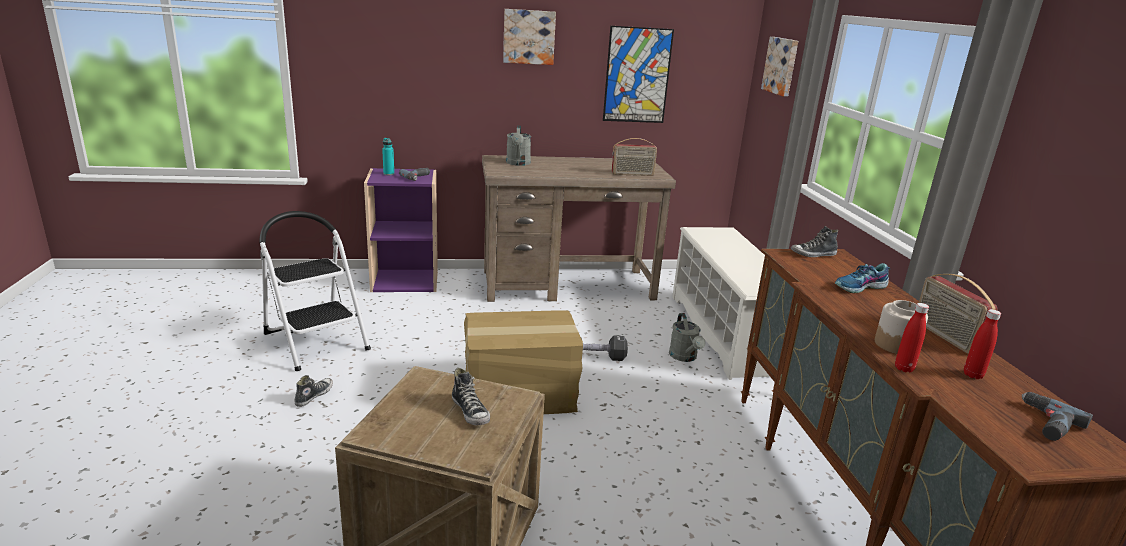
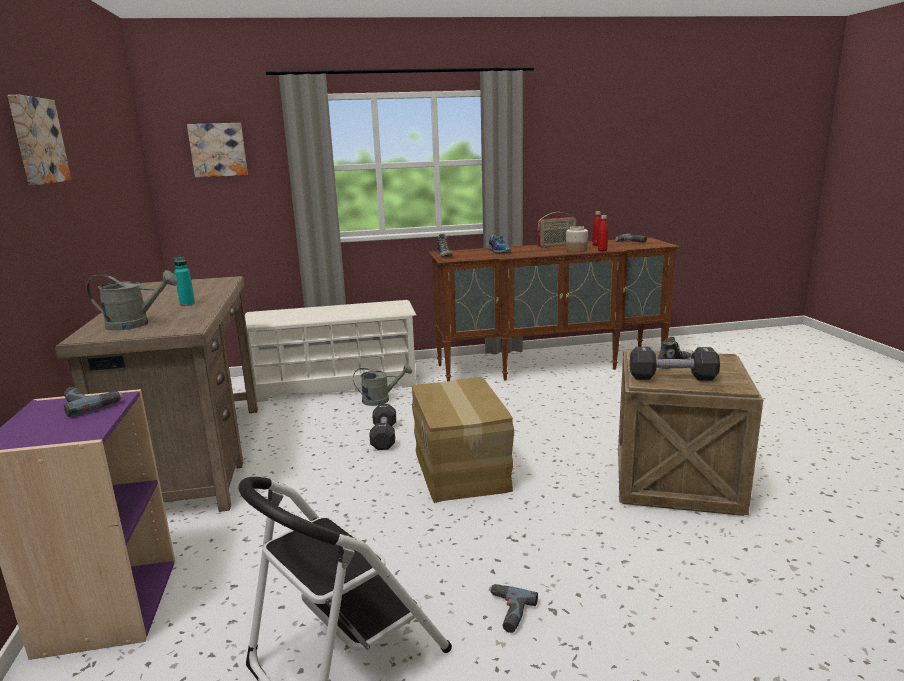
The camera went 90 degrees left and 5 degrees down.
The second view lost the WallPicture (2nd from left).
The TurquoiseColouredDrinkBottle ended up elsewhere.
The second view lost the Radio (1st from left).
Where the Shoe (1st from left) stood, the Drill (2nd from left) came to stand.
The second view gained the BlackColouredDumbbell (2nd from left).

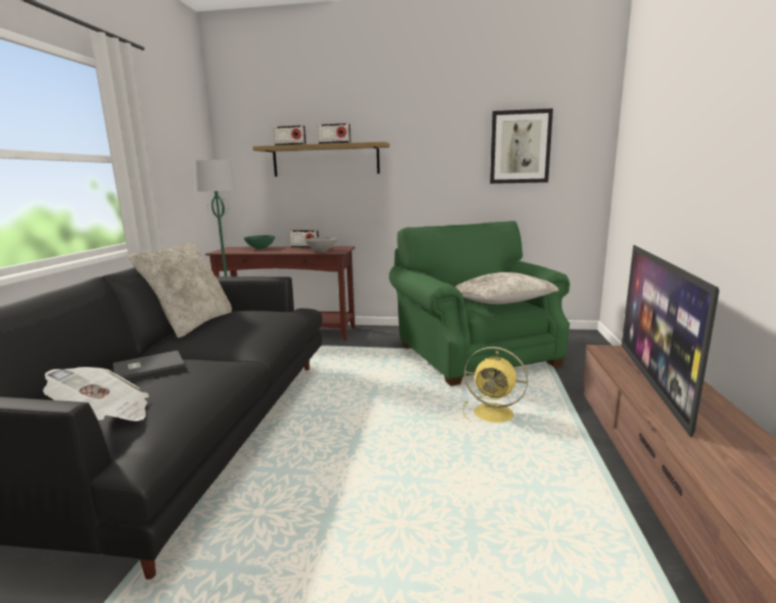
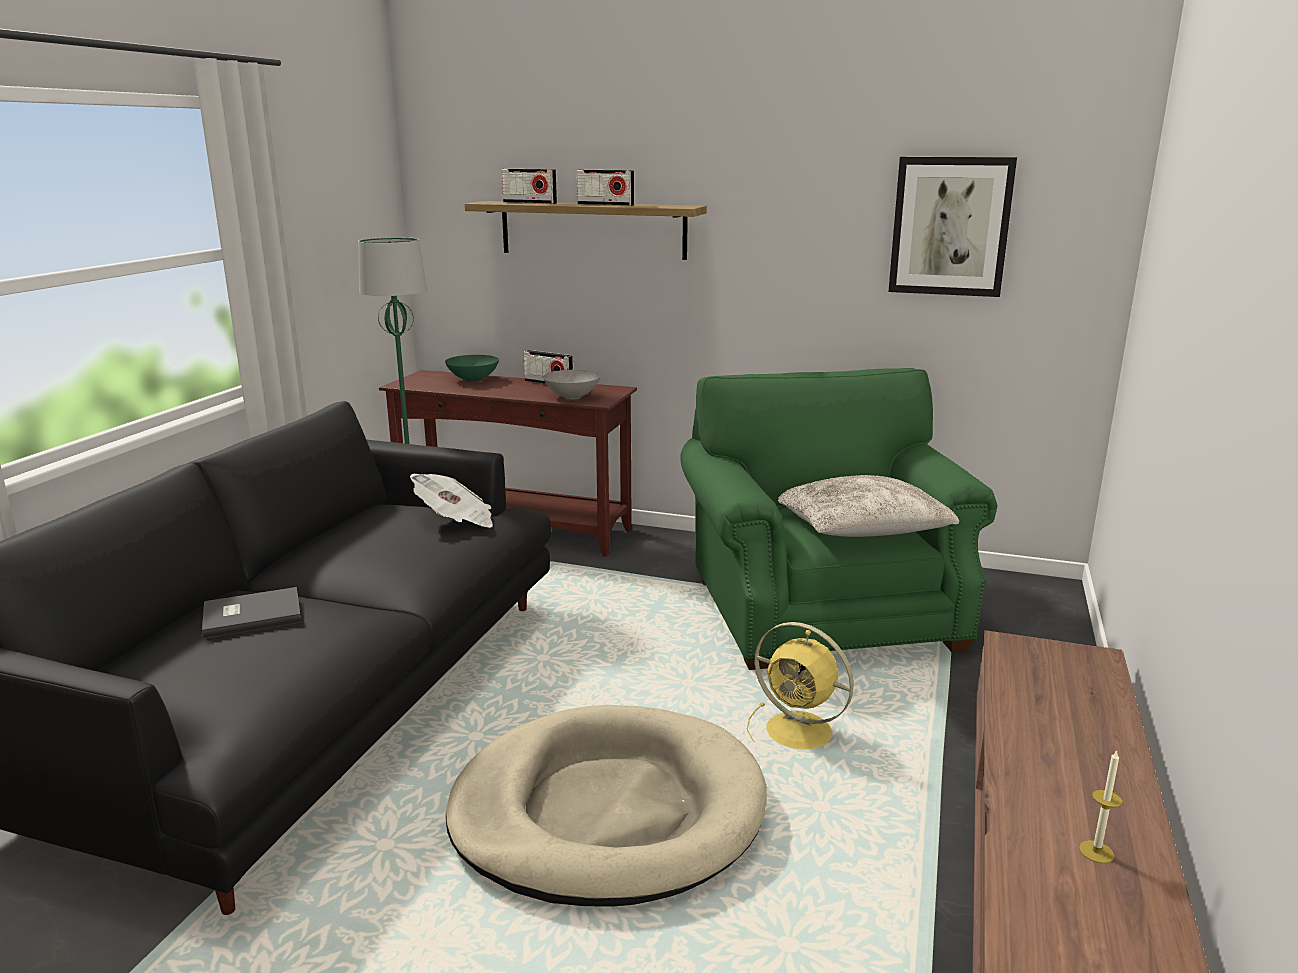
The camera went 10 degrees right and 5 degrees up.
The second view lost the BeigeColouredCushion (1st from left).
The second view lost the Tv.
The PrintedPaper ended up elsewhere.
The second view gained the BeigeColouredDogBed.
The second view gained the WaxCandle.

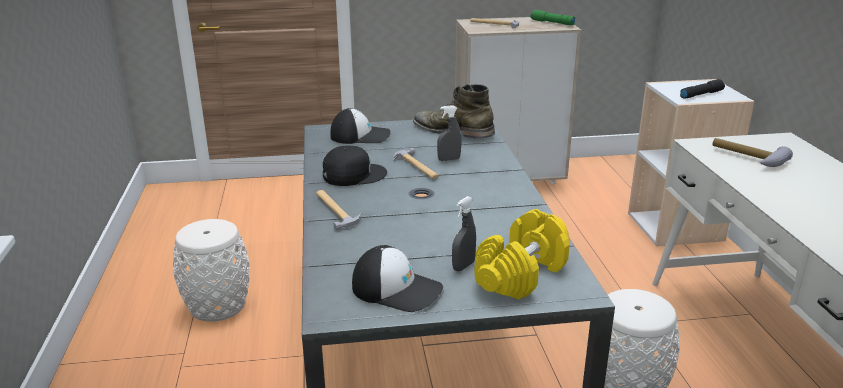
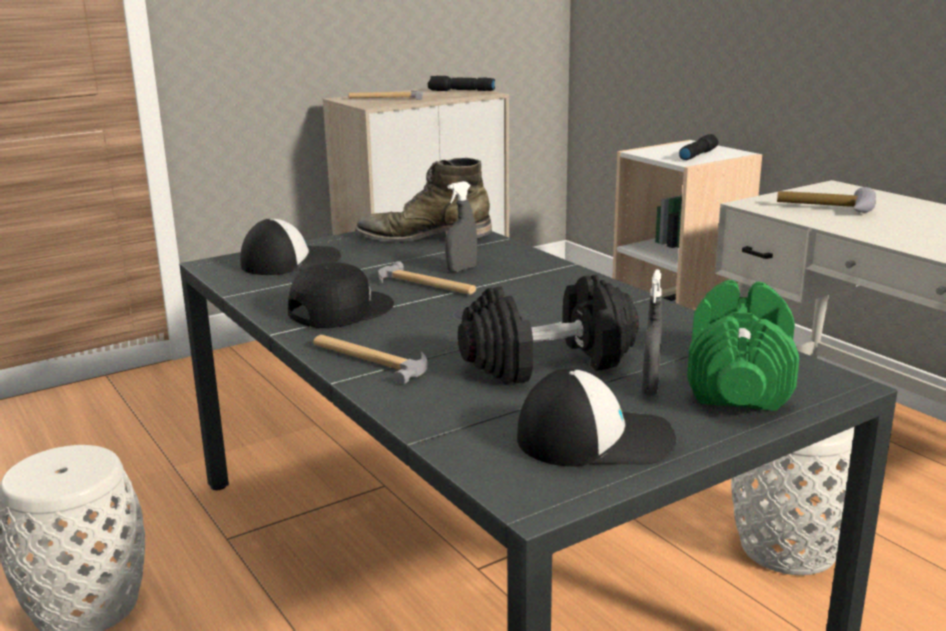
The camera went 25 degrees left and 5 degrees down.
What was the GreenColouredHandTorch turned into the BlackColouredHandTorch (1st from left).
What was the YellowColouredDumbbell turned into the GreenColouredDumbbell.
The second view gained the BlackColouredDumbbell.

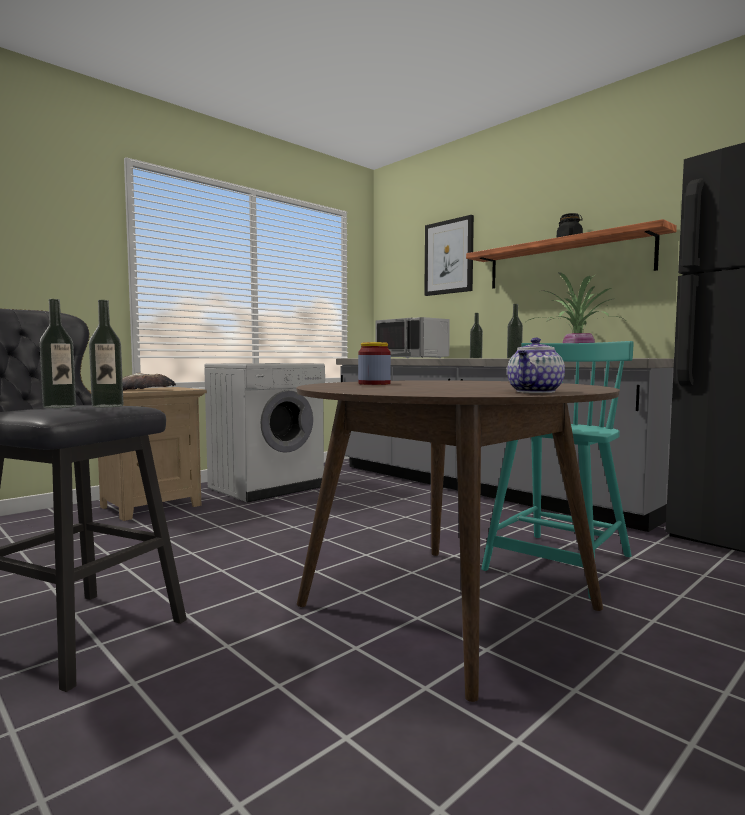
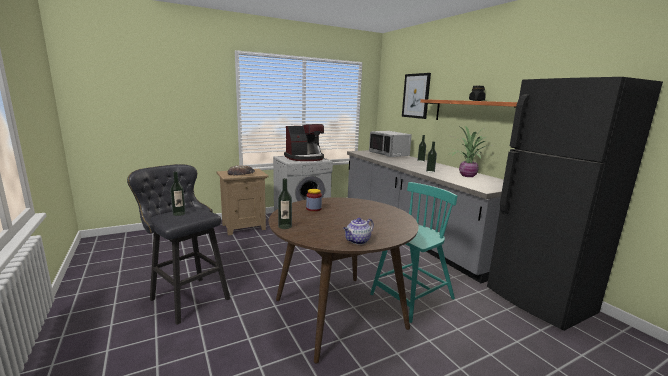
The camera went 15 degrees right and 10 degrees up.
The DrinkBottle (2nd from left) ended up elsewhere.
The second view gained the CoffeeMaker.

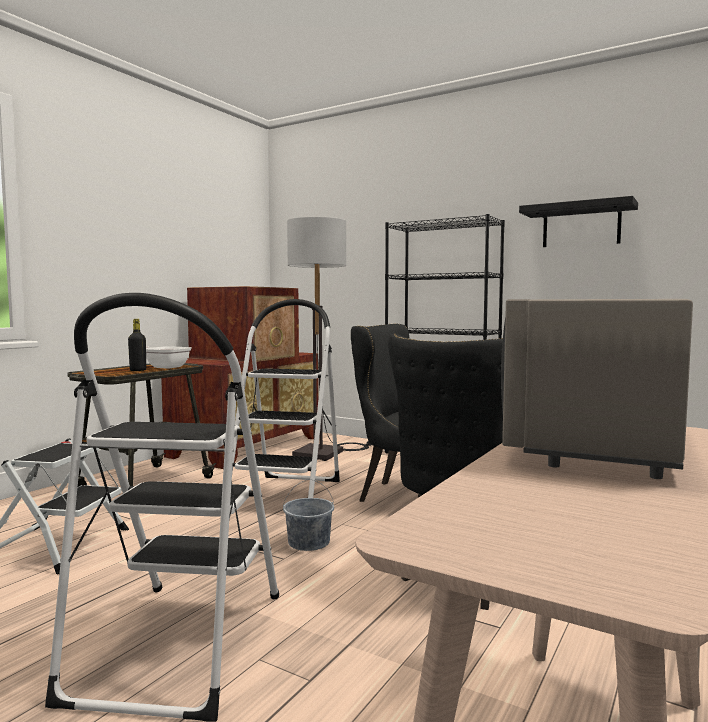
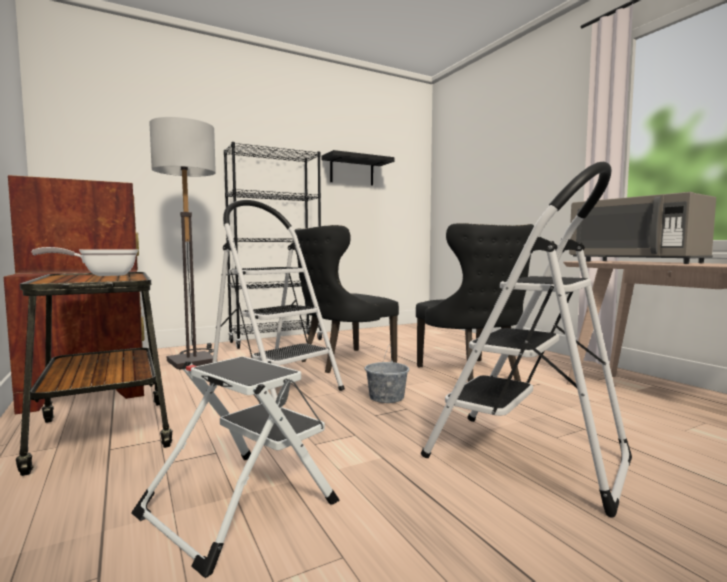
The camera went 60 degrees left and 0 degrees up.
The second view lost the BlackColouredDrinkBottle.

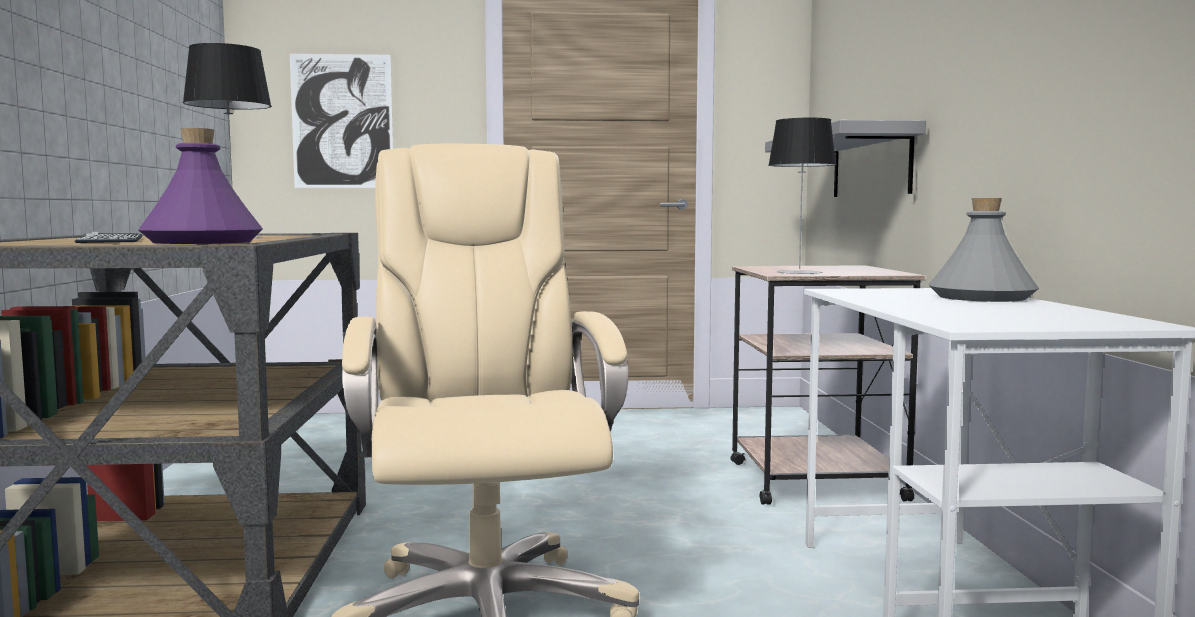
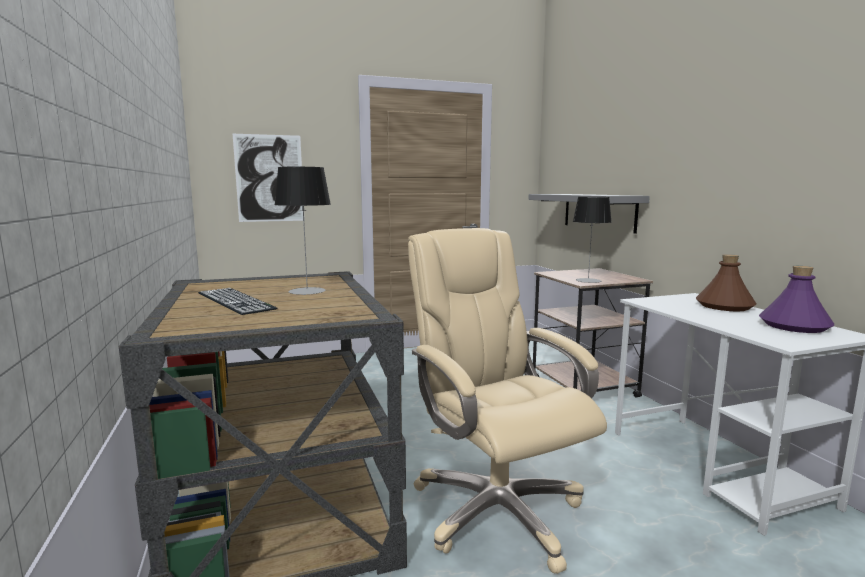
The camera went 15 degrees left and 5 degrees up.
The PurpleDrinkBottle ended up elsewhere.
What was the GrayDrinkBottle turned into the BrownishDrinkBottle.

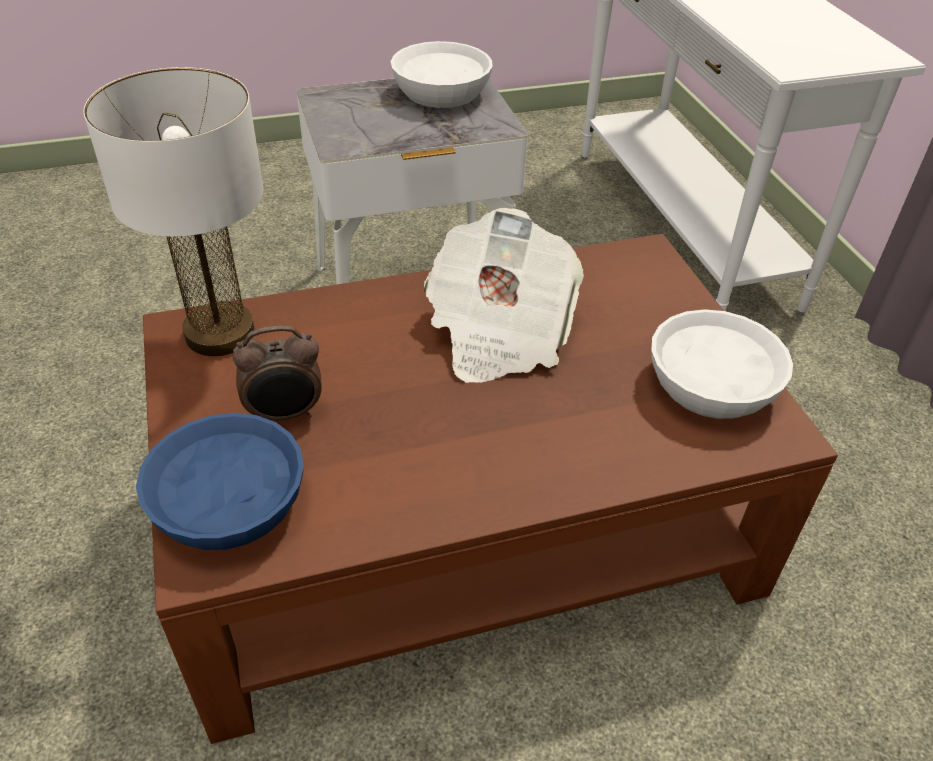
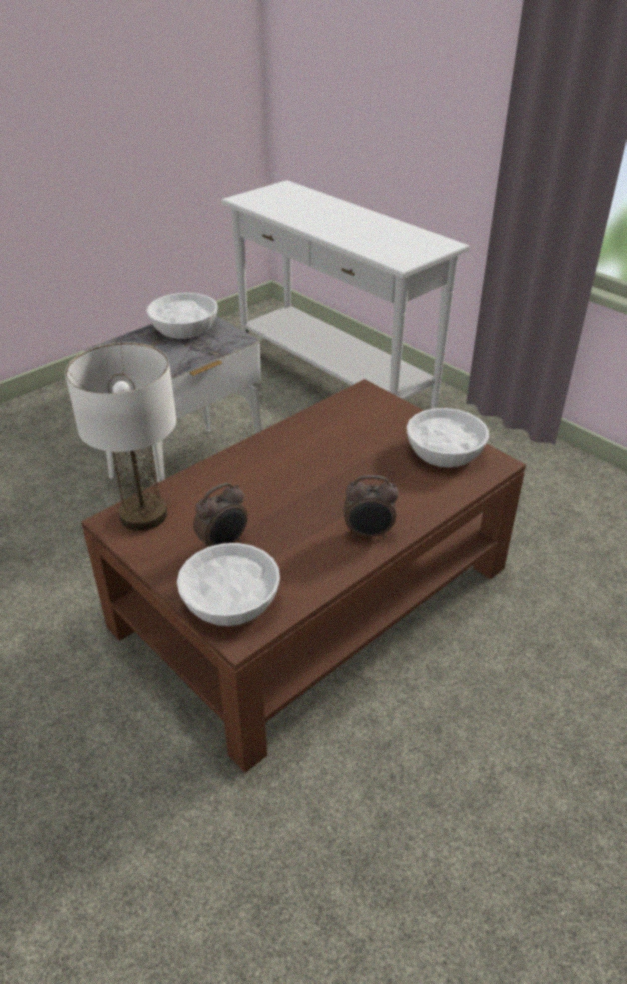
The camera went 25 degrees left and 5 degrees down.
The second view lost the PrintedPaper.
What was the BlueColouredDeepDish turned into the WhiteDeepDish (2nd from left).
The second view gained the BedsideClock (2nd from left).

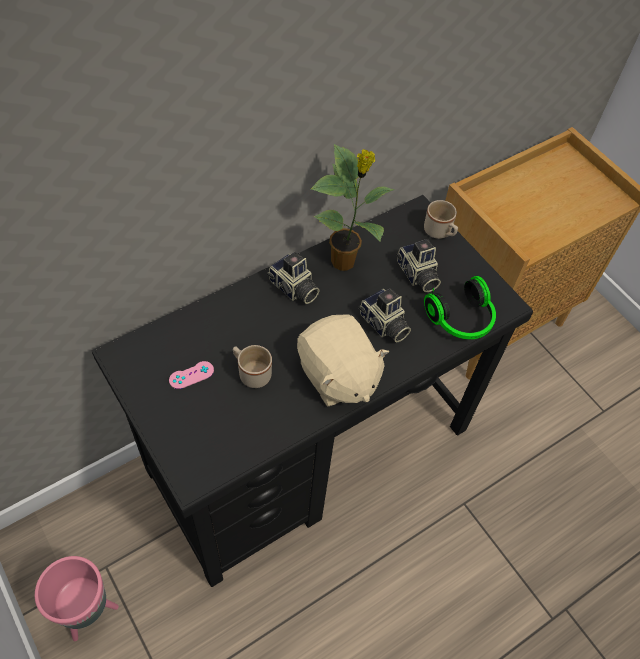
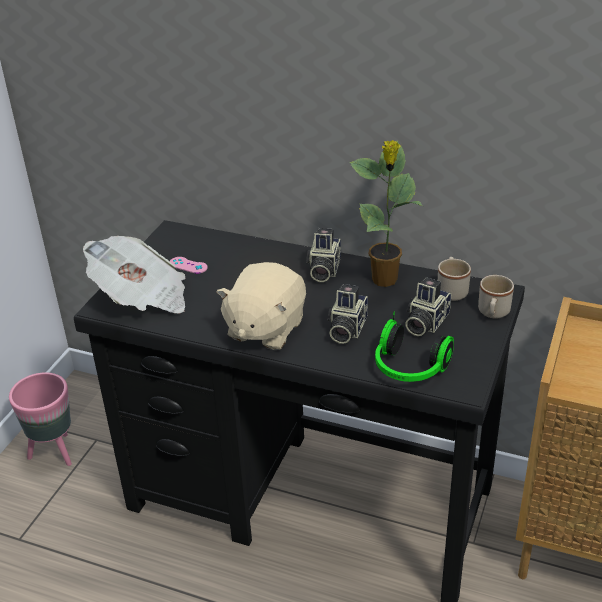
The camera went 60 degrees right and 20 degrees down.
The BeigeColouredCoffeeMug (1st from left) ended up elsewhere.
The second view gained the PrintedPaper.

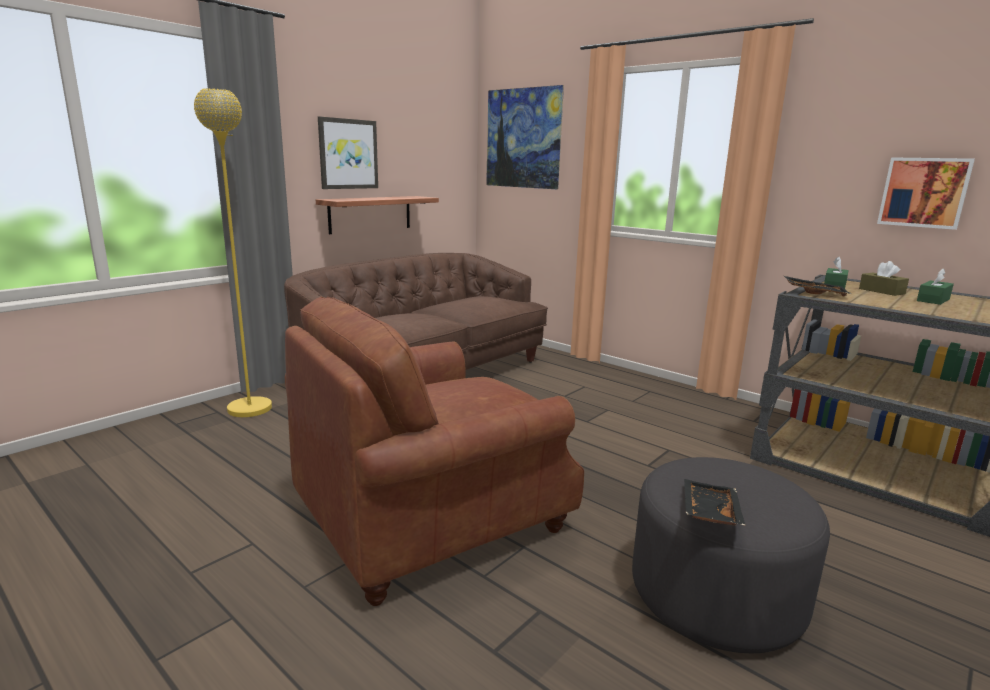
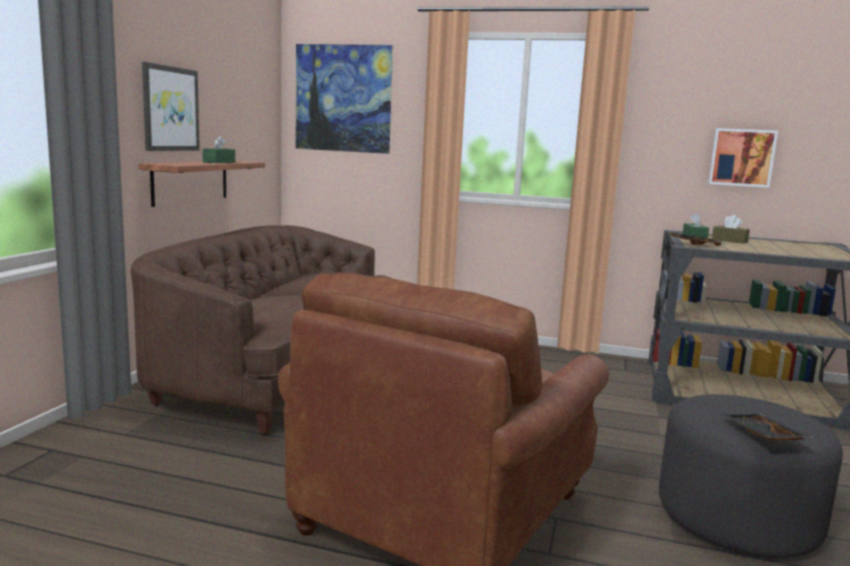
The camera went 25 degrees left and 5 degrees down.
The second view lost the YellowColouredStandardLamp.
The GreenColouredBoxOfTissues (2nd from left in the first image) ended up elsewhere.

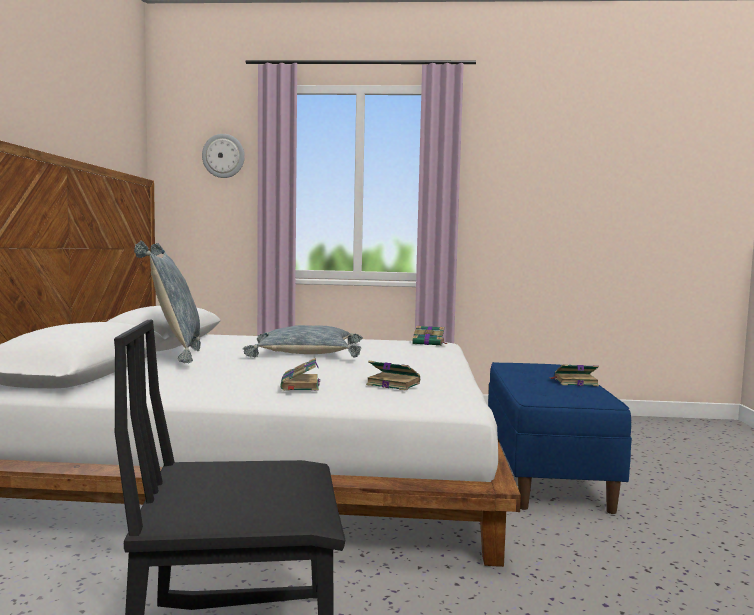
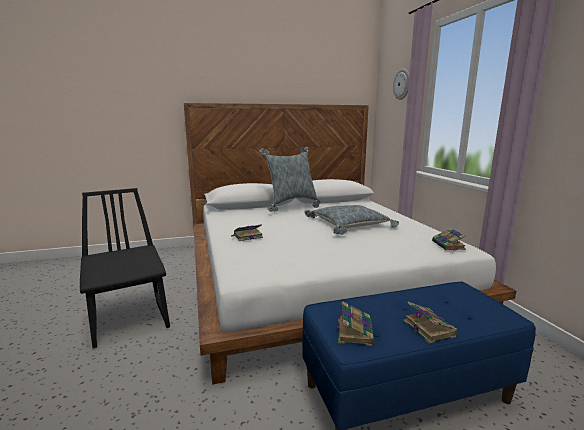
The camera went 70 degrees right and 10 degrees up.
The Volume (2nd from left) ended up elsewhere.

